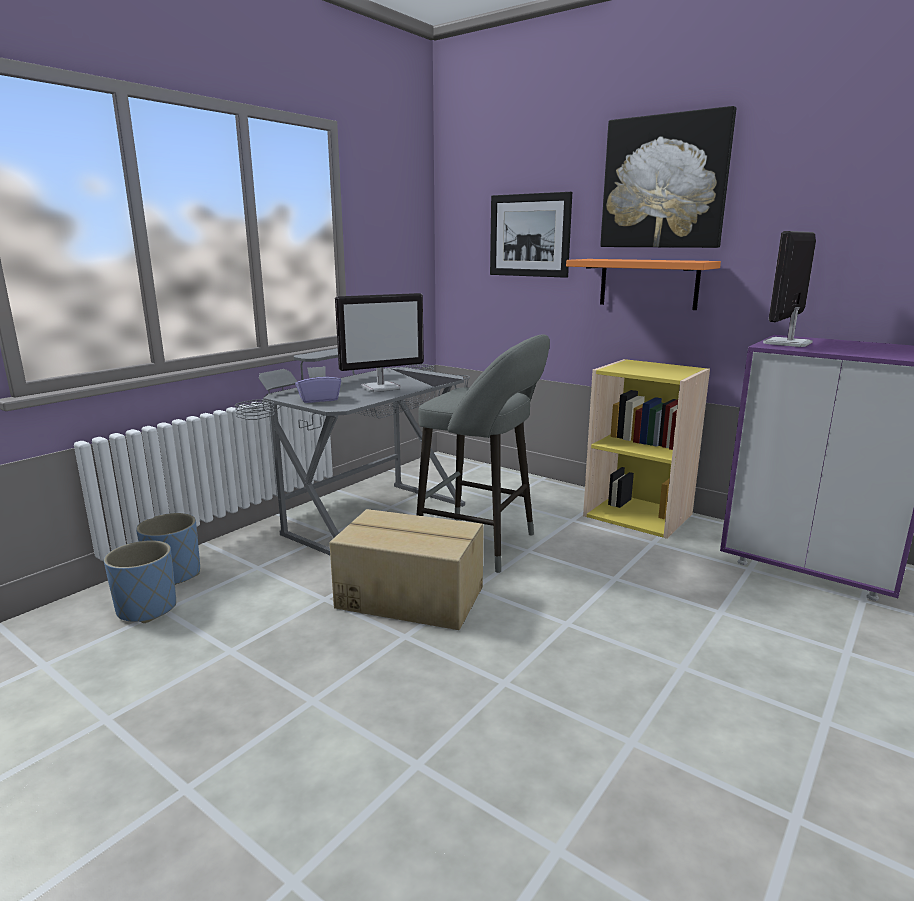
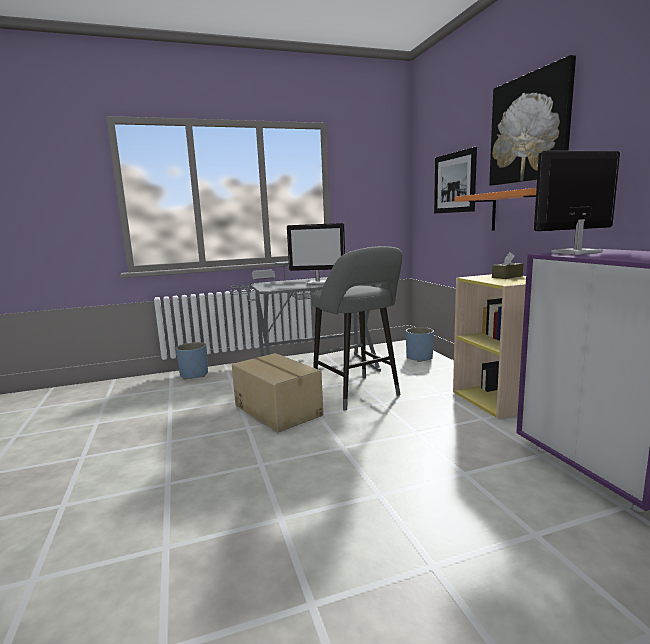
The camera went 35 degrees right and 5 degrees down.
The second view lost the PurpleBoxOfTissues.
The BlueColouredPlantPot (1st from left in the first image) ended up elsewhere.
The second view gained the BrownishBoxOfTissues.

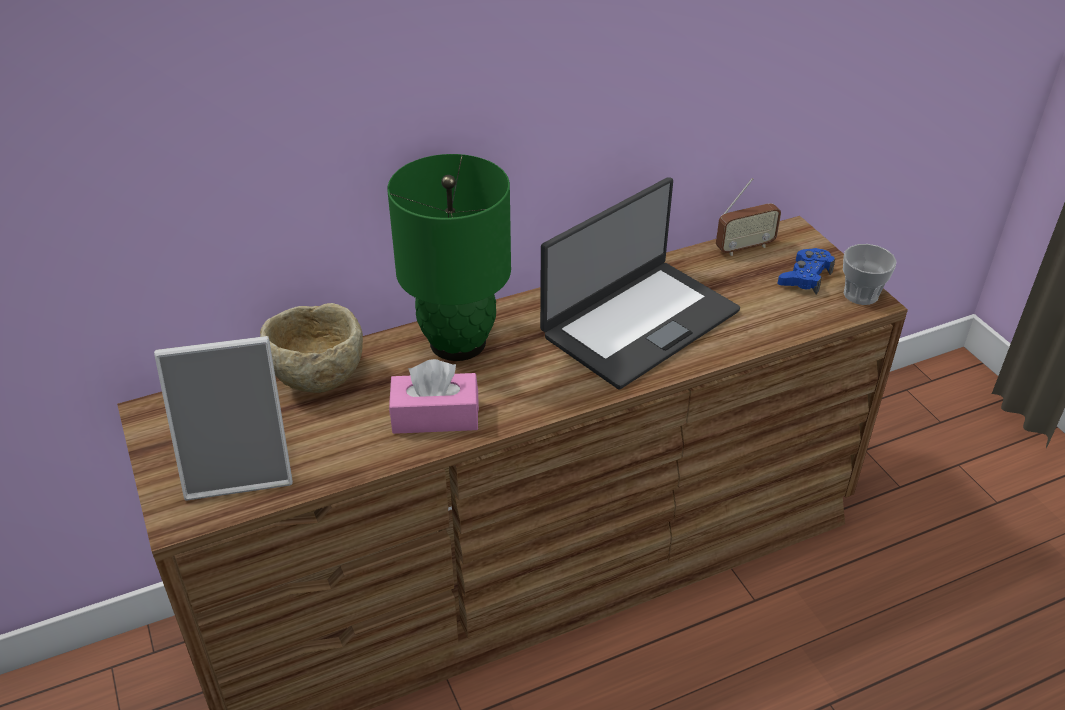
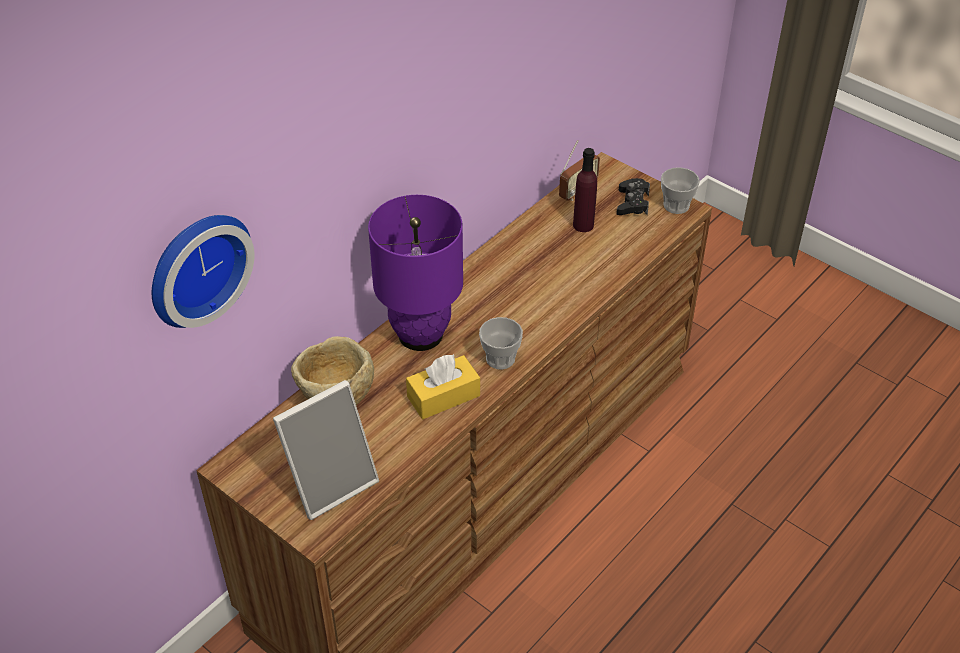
The camera went 25 degrees left and 5 degrees up.
What was the GreenColouredTableLamp turned into the PurpleTableLamp.
The second view lost the Laptop.
What was the BlueColouredGameController turned into the BlackColouredGameController.
What was the PinkColouredBoxOfTissues turned into the YellowColouredBoxOfTissues.
The second view gained the PurpleDrinkBottle.
The second view gained the ClockOnTheWall.
The second view gained the Cup (1st from left).

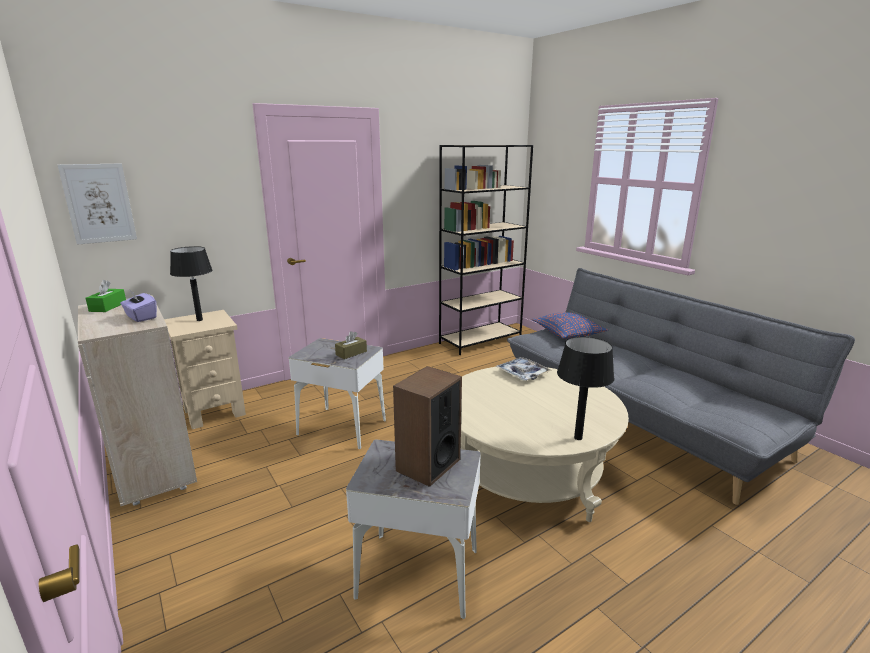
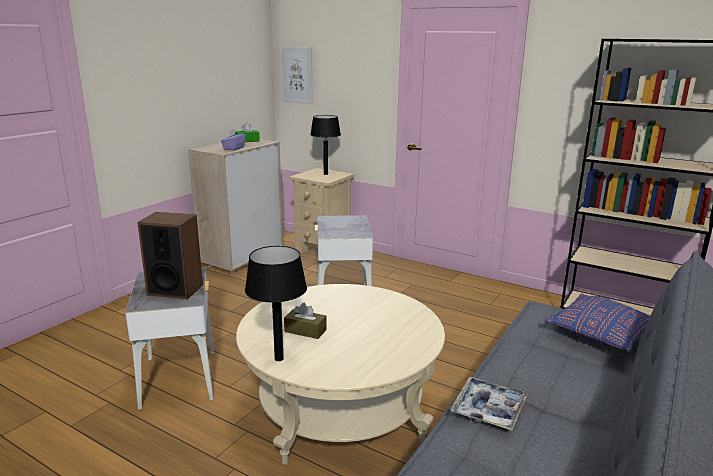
The camera went 65 degrees right and 0 degrees up.
The BrownishBoxOfTissues ended up elsewhere.
The CarryingTray ended up elsewhere.

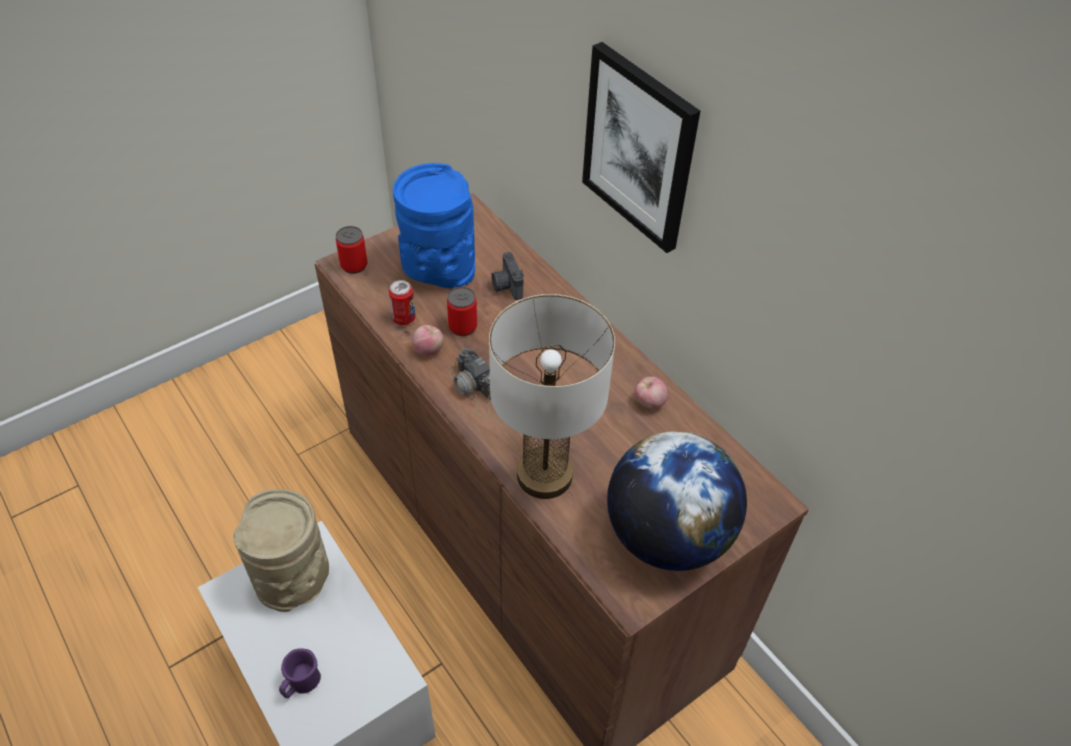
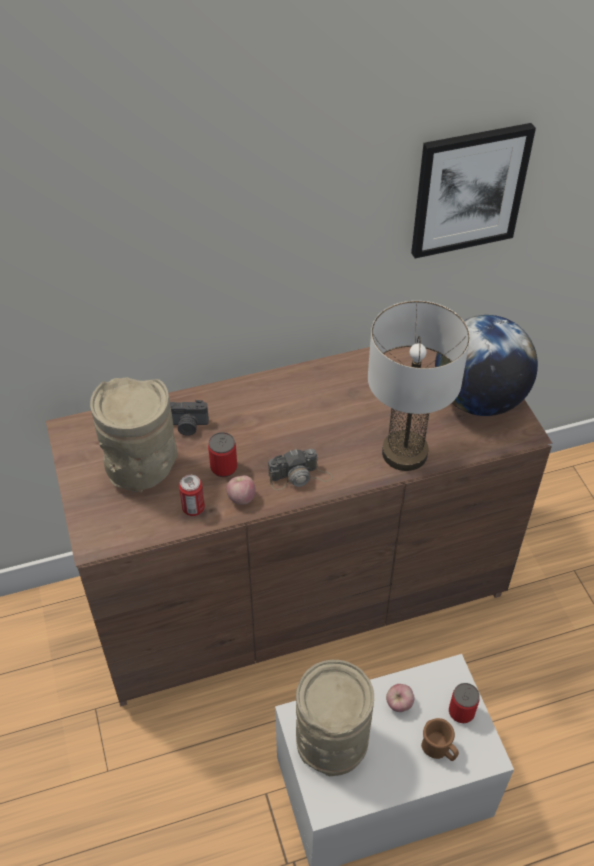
The camera went 70 degrees left and 0 degrees up.
The WallPicture ended up elsewhere.
What was the BlueColouredFlowerVase turned into the BeigeColouredFlowerVase (1st from left).
The SealedCan (1st from left in the first image) ended up elsewhere.
The AppleFruit (2nd from left) ended up elsewhere.
What was the PurpleCoffeeMug turned into the BrownishCoffeeMug.

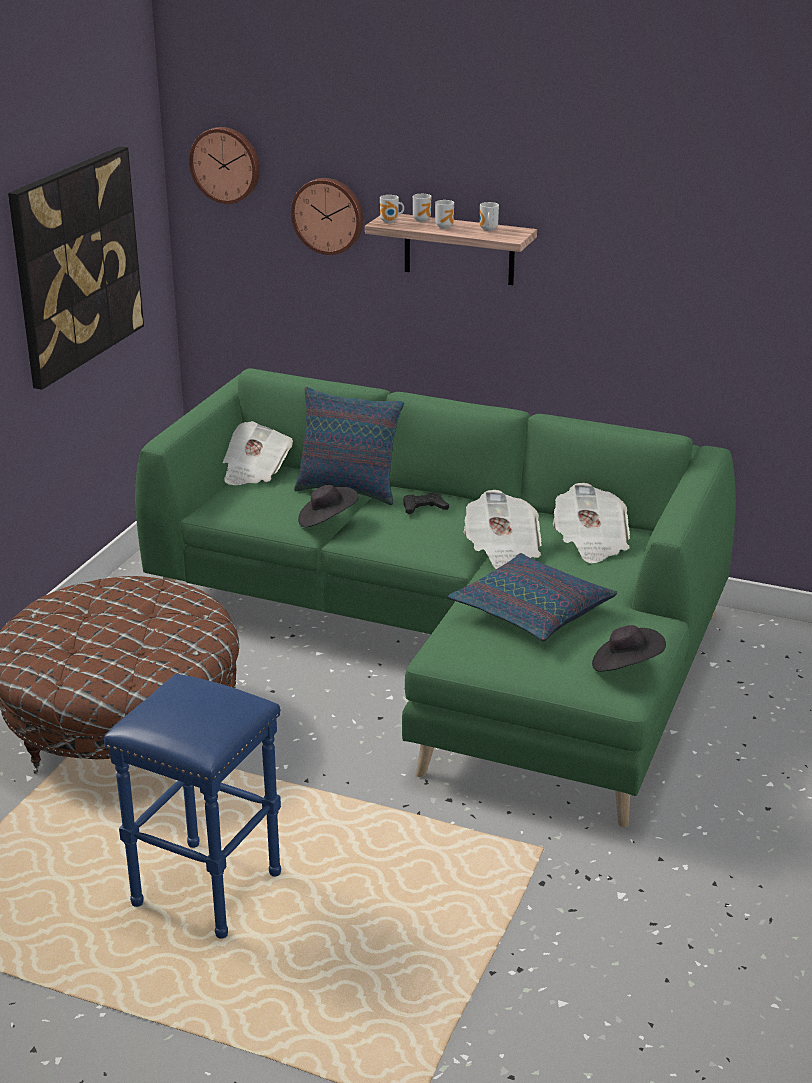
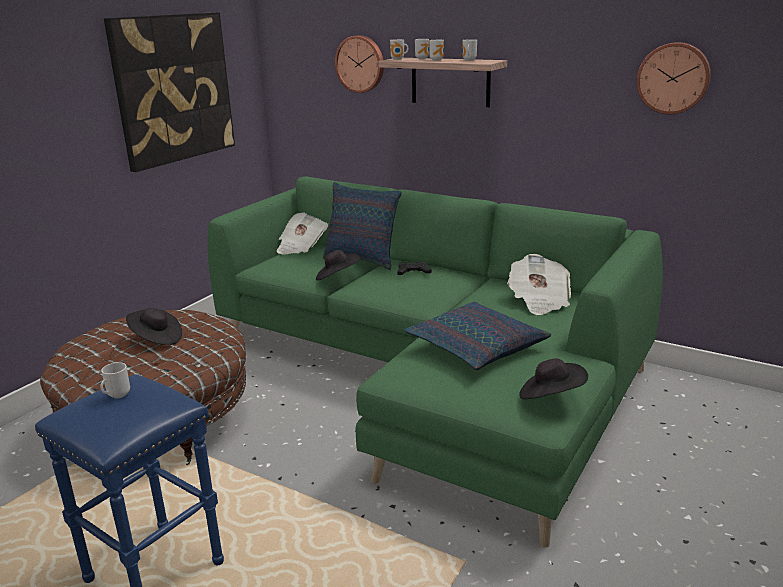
The camera went 10 degrees right and 5 degrees down.
The ClockOnTheWall (1st from left in the first image) ended up elsewhere.
The second view lost the PrintedPaper (2nd from left).
The second view gained the BlackColouredWearableHat (1st from left).
The second view gained the CoffeeMug (1st from left).

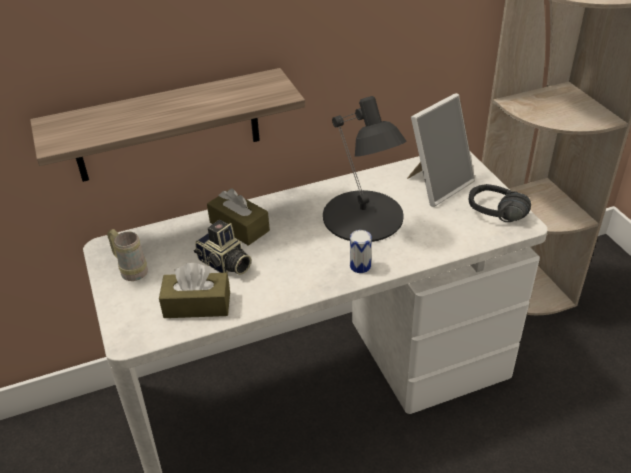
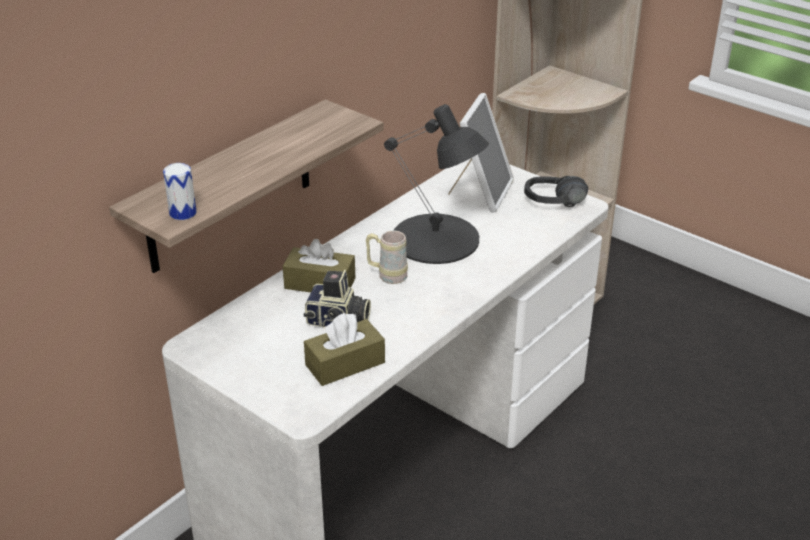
The camera went 30 degrees left and 5 degrees down.
The BeigeColouredCoffeeMug ended up elsewhere.
The SealedCan ended up elsewhere.

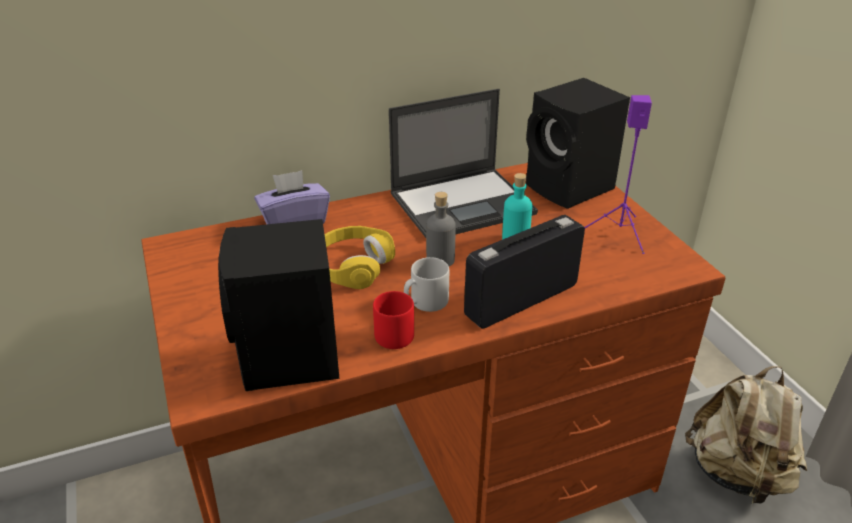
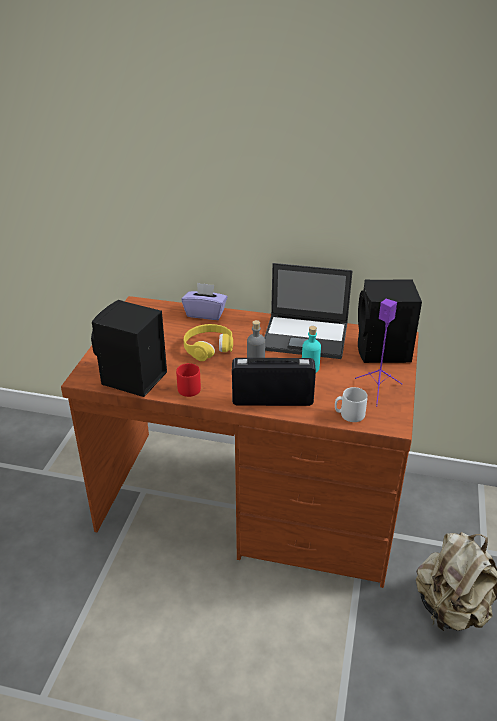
The camera went 35 degrees right and 0 degrees up.
The GrayCoffeeMug ended up elsewhere.

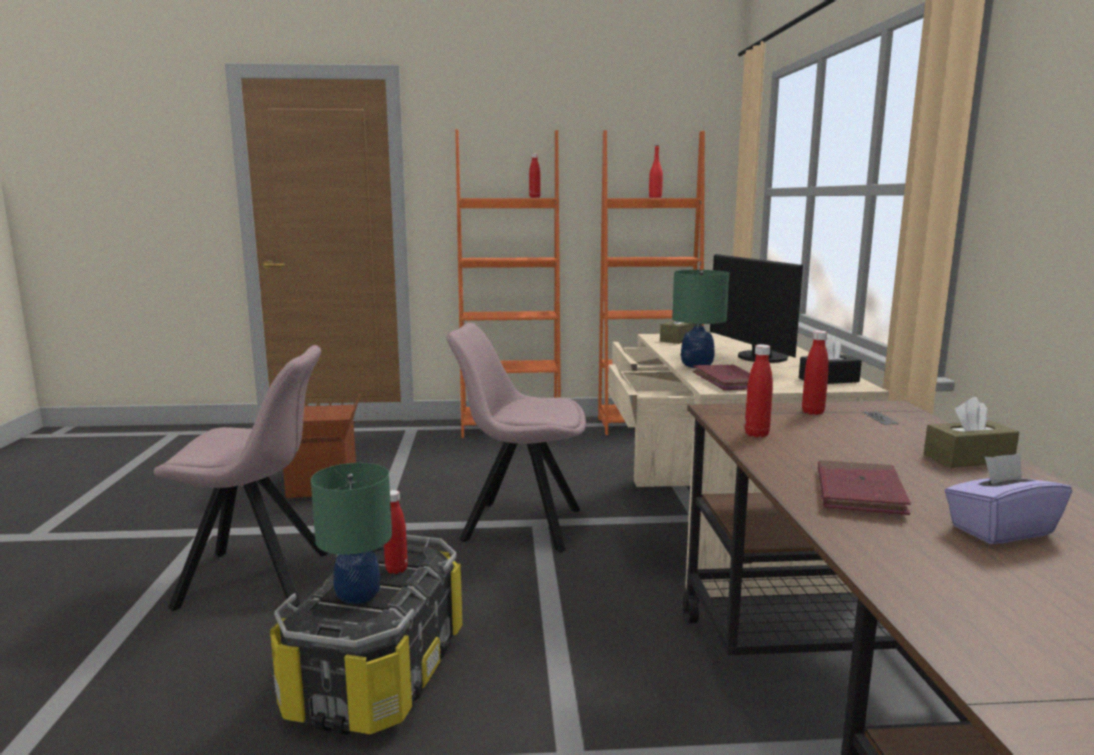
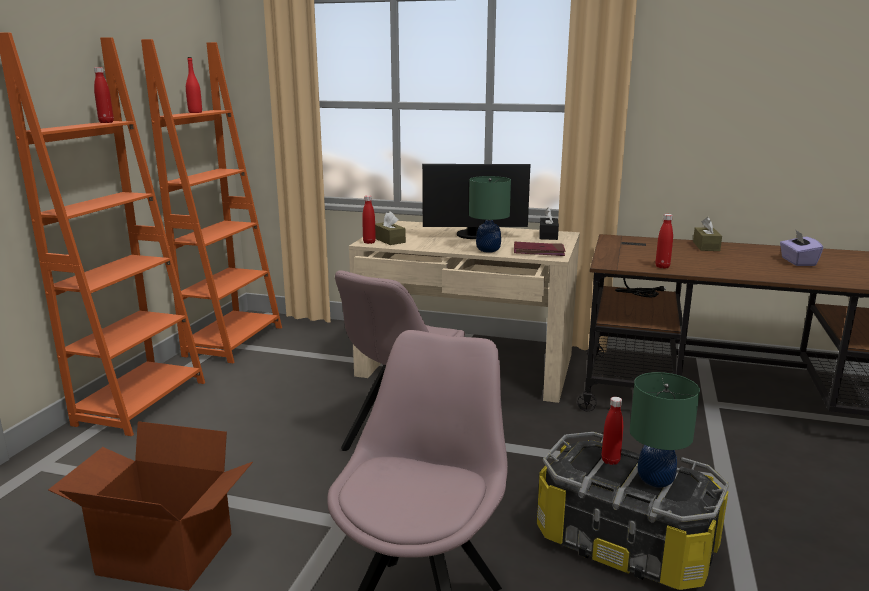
The camera went 70 degrees left and 5 degrees up.
The RedColouredDrinkBottle (5th from left in the first image) ended up elsewhere.
The second view lost the RedColouredVolume (2nd from left).

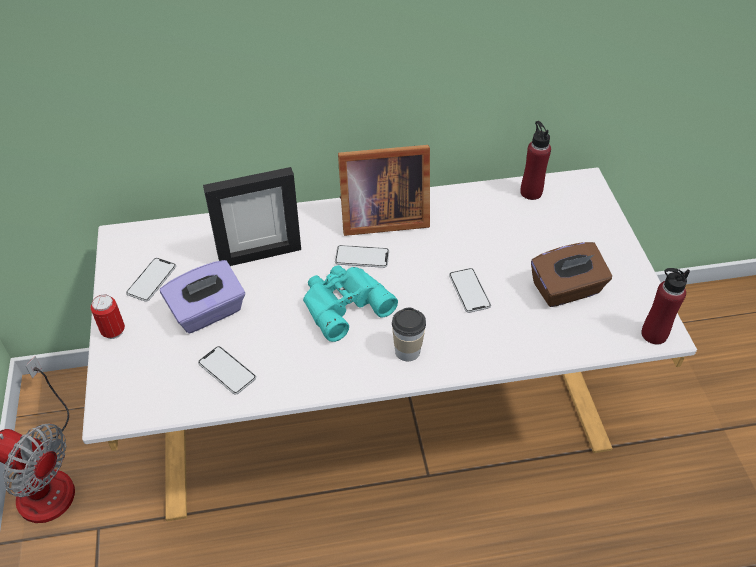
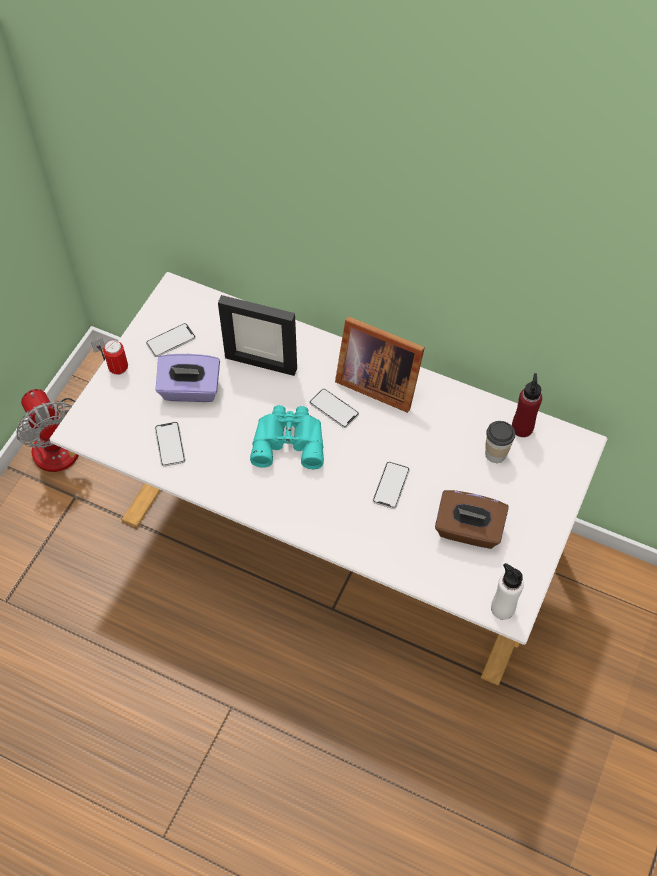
The camera went 35 degrees right and 10 degrees up.
What was the RedColouredDrinkBottle (2nd from left) turned into the WhiteDrinkBottle.
The Cup ended up elsewhere.

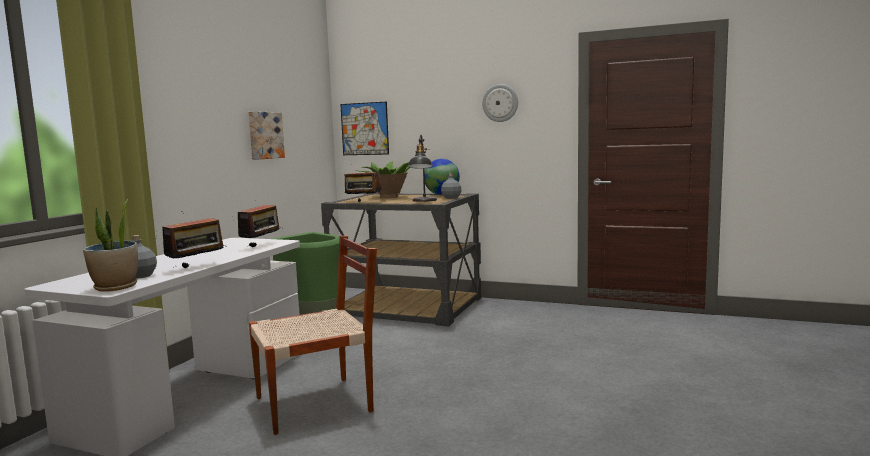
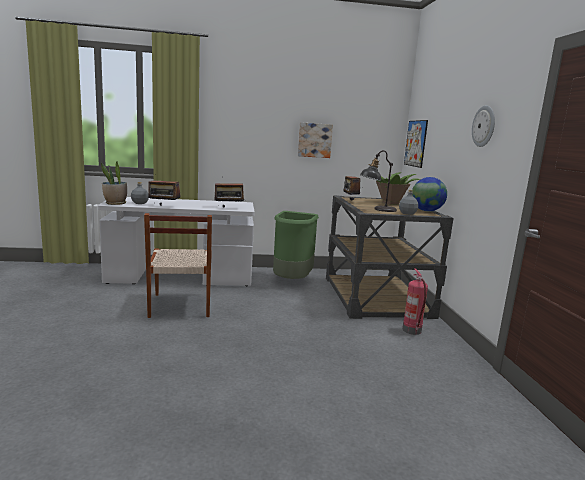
The camera went 60 degrees right and 5 degrees up.
The UprightChair ended up facing another way, 45 degrees clockwise from before.
The second view gained the Extinguisher.

